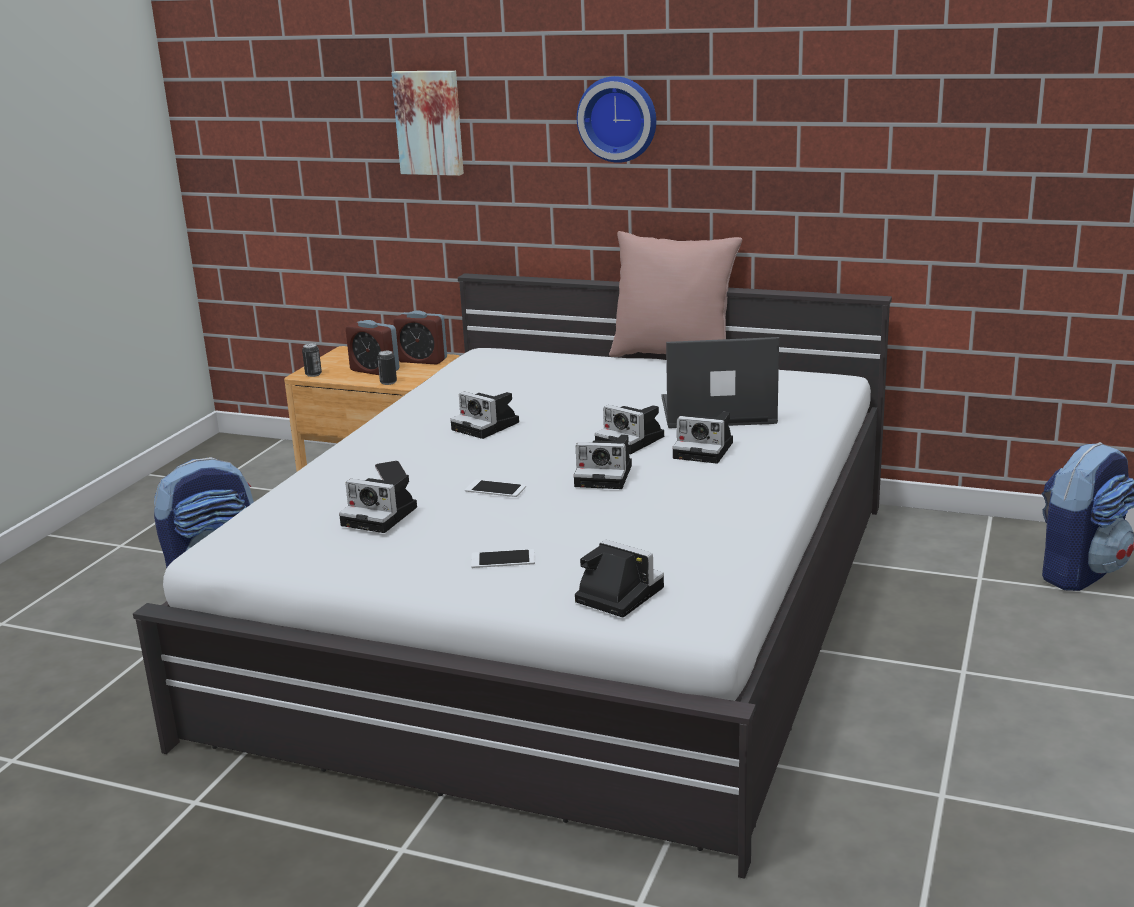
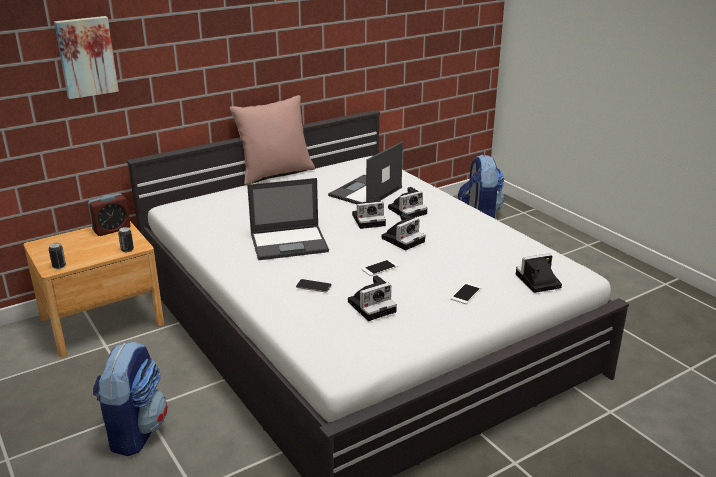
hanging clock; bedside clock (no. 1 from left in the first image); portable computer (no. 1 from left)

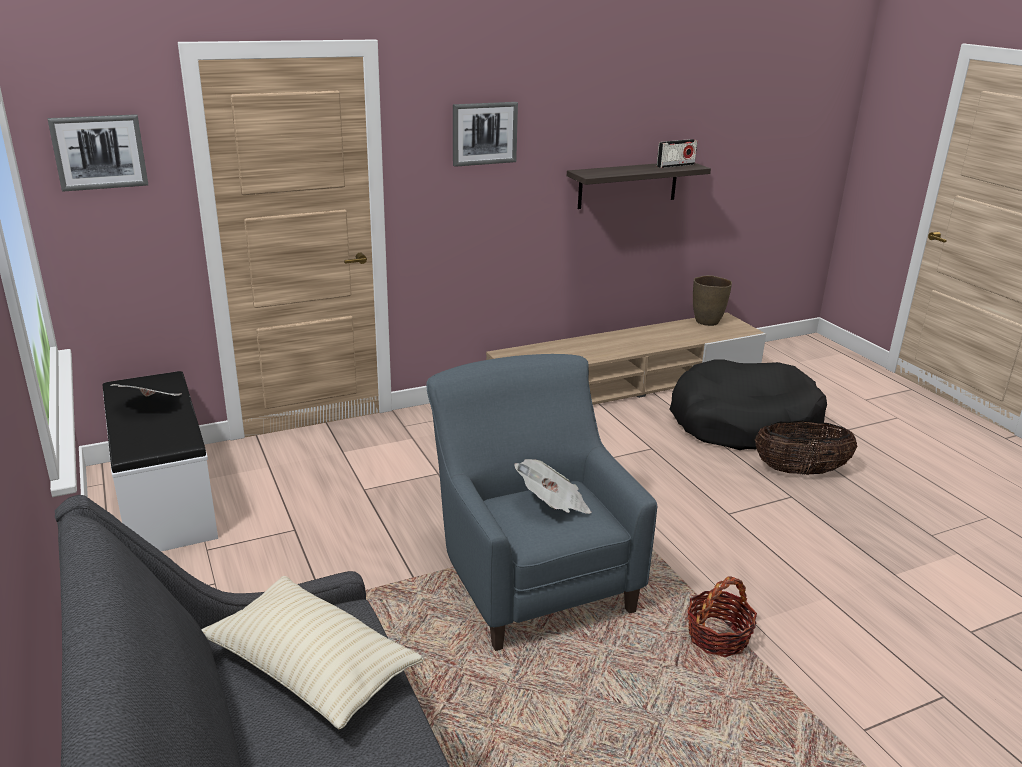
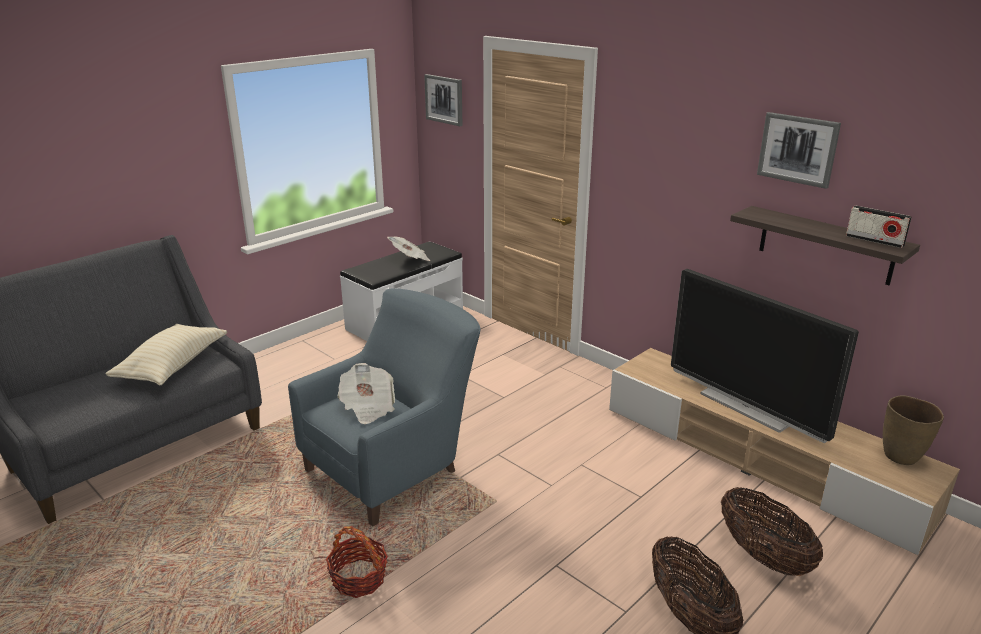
picture (no. 2 from left); household basket (no. 3 from left); television

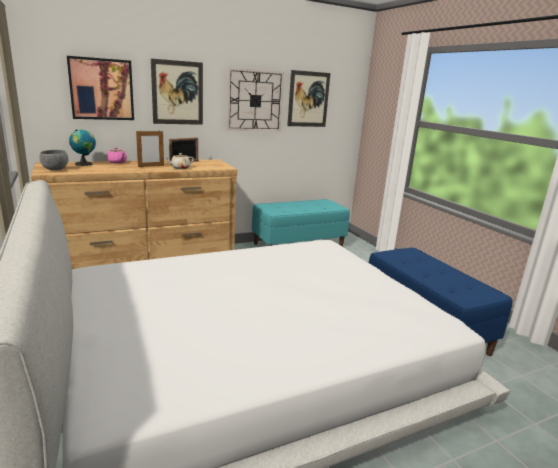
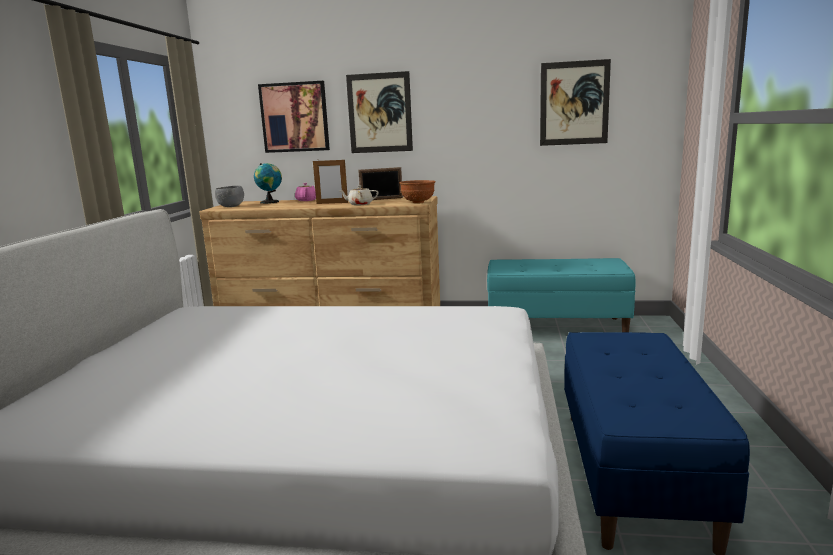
hanging clock; serving bowl in brownish

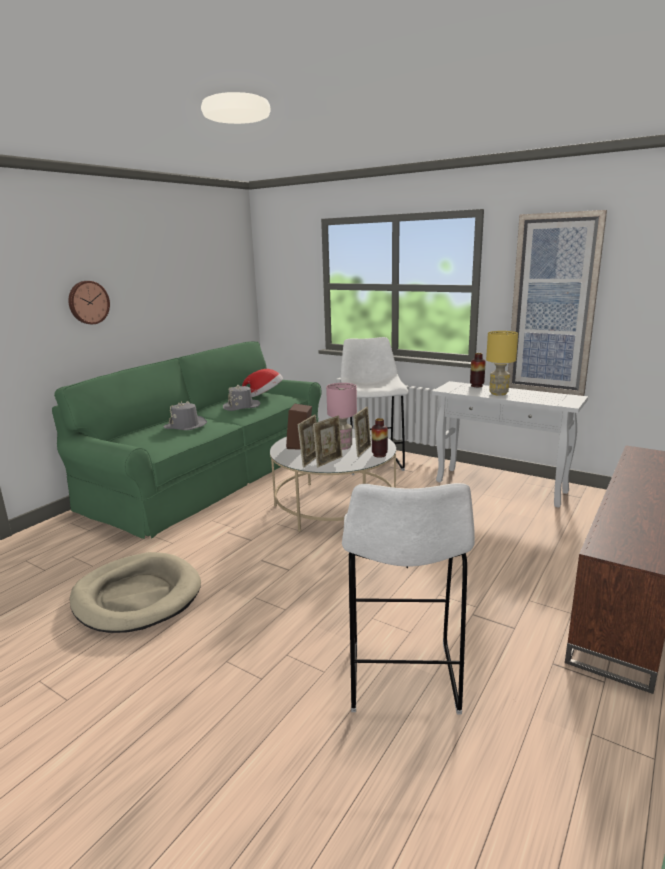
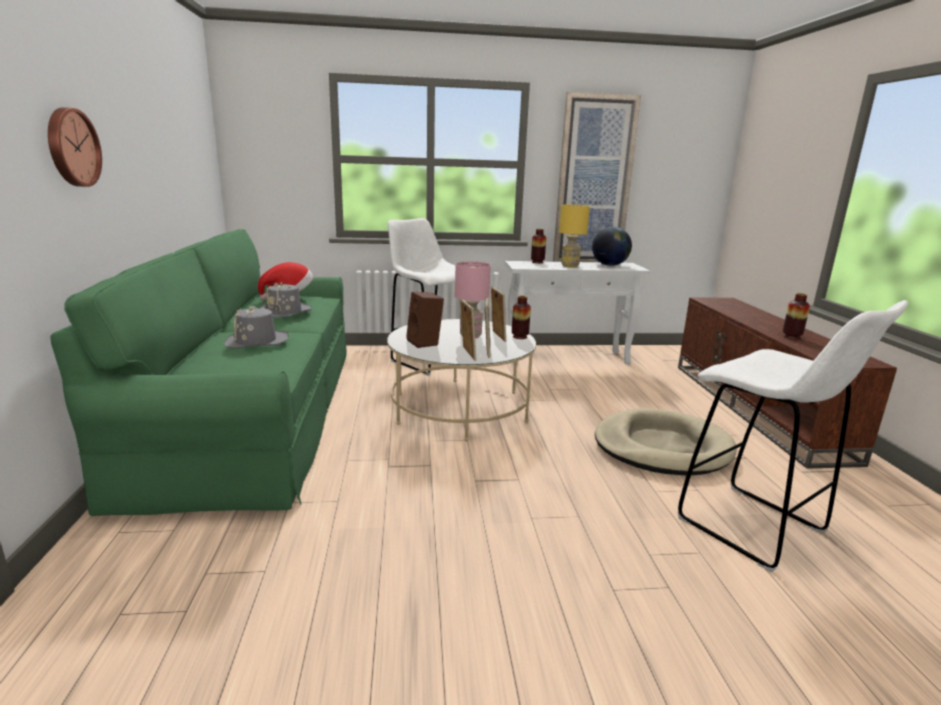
dog cushion in sand-coloured; globe; vase (no. 3 from left)

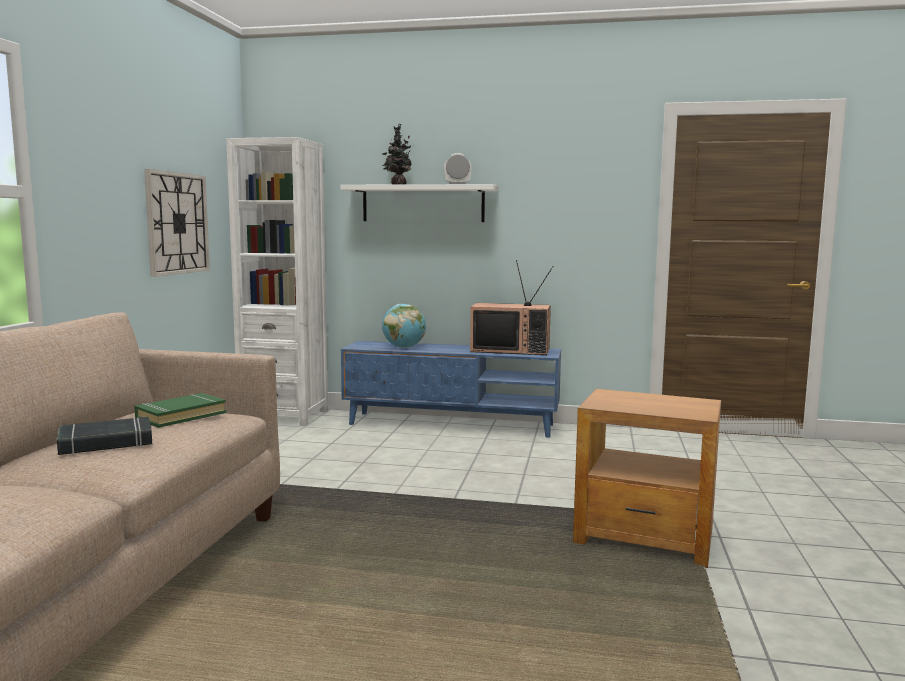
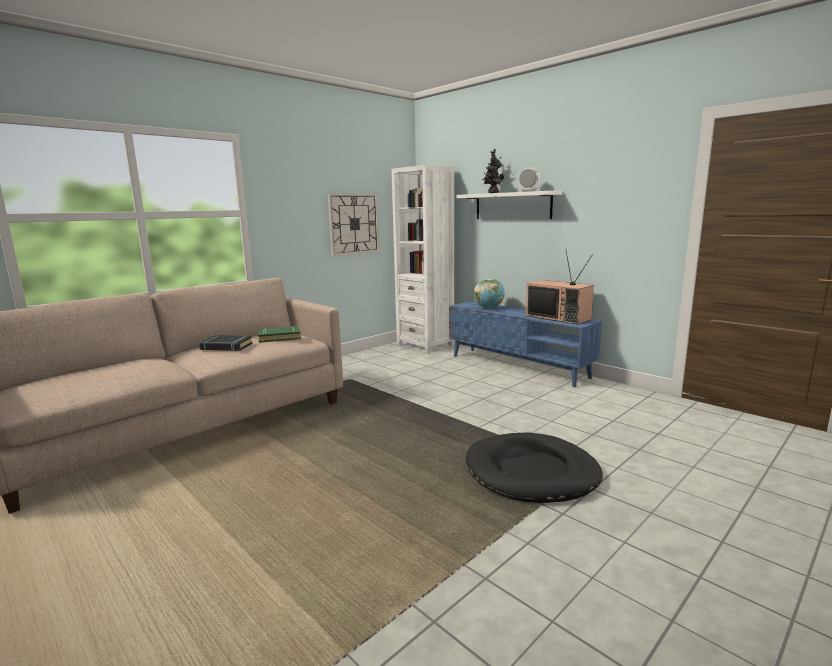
dog cushion in blackish

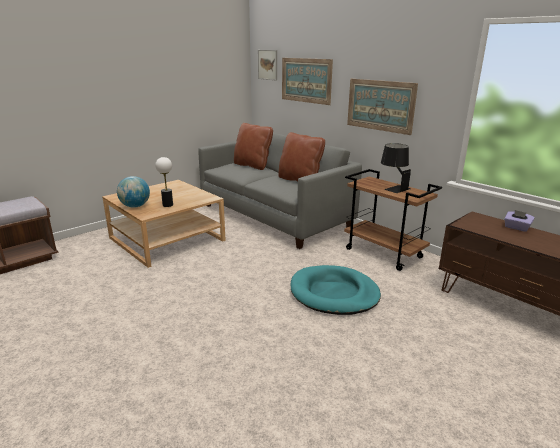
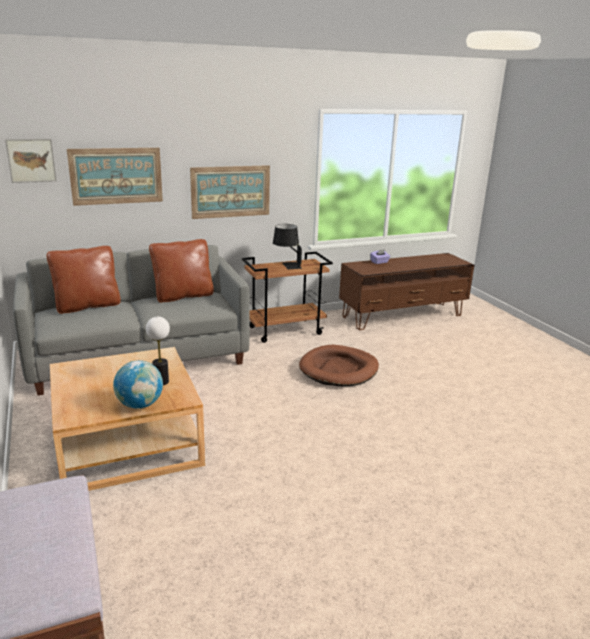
dog cushion in brownish

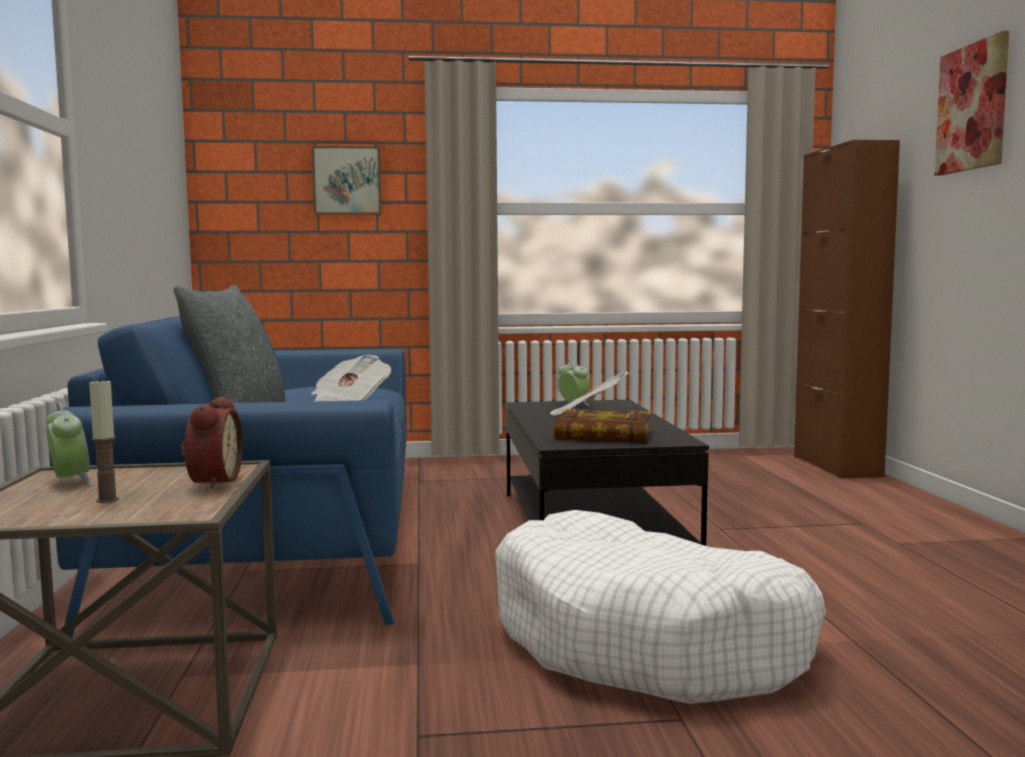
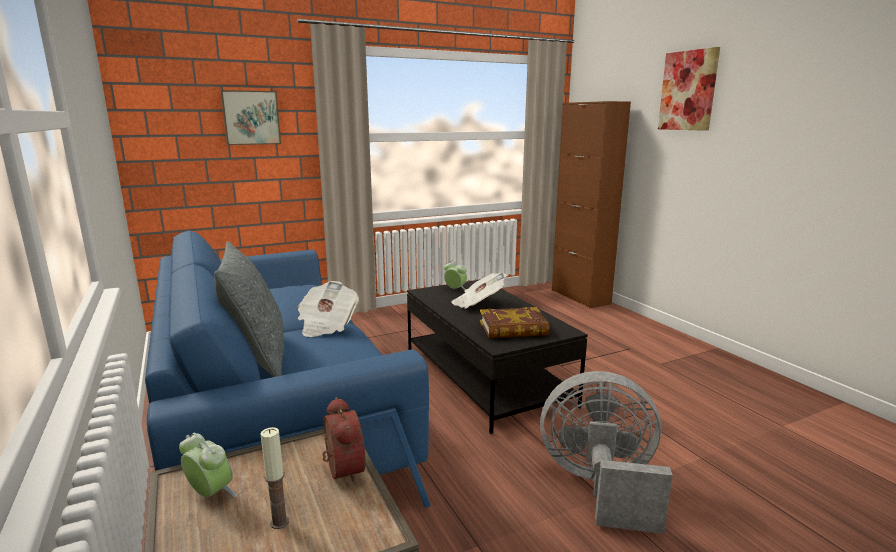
cooling fan in gray

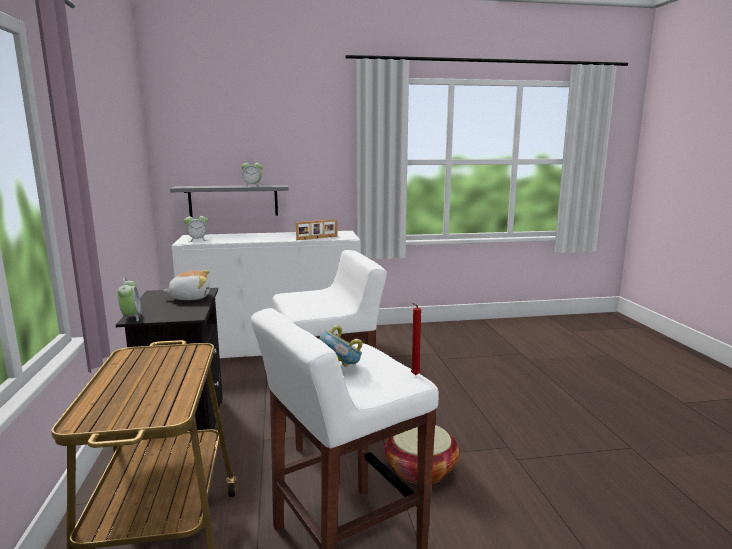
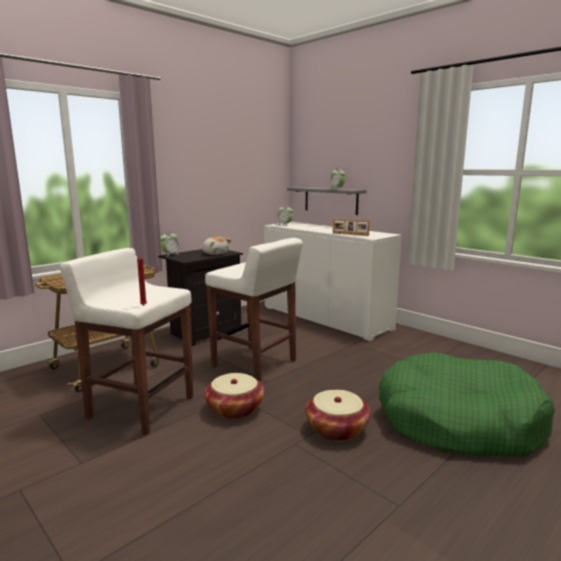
serving bowl; dog cushion in greenish; household basket (no. 2 from left)

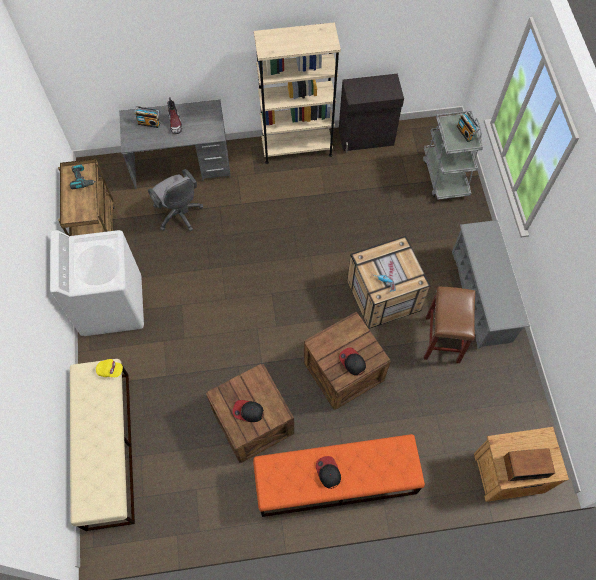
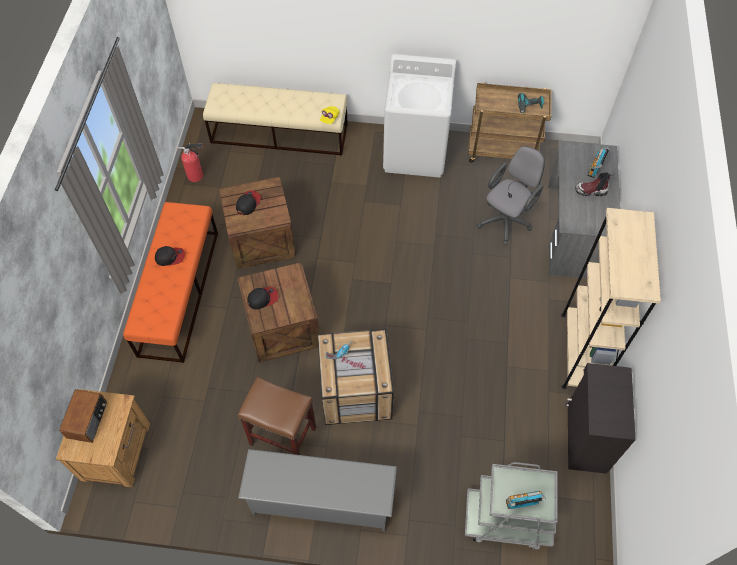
office chair in gray; fire-fighting cylinder

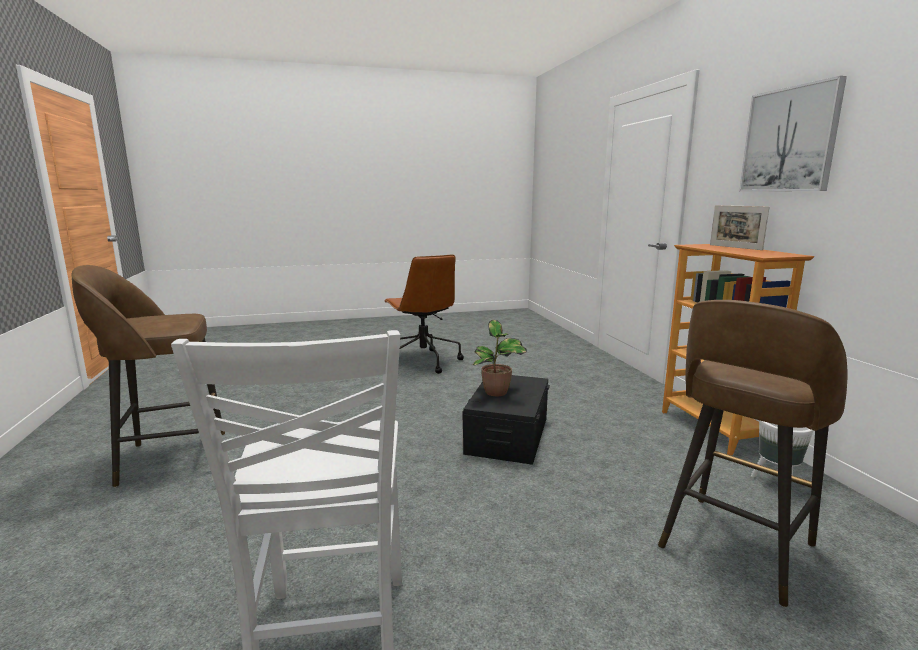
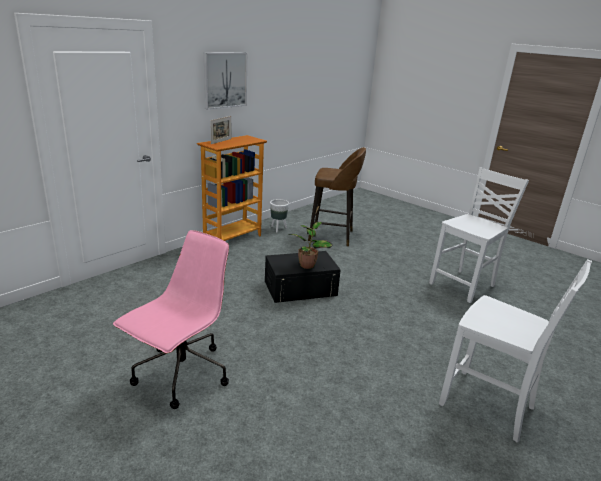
office chair in pink; upright chair in white (no. 2 from left)

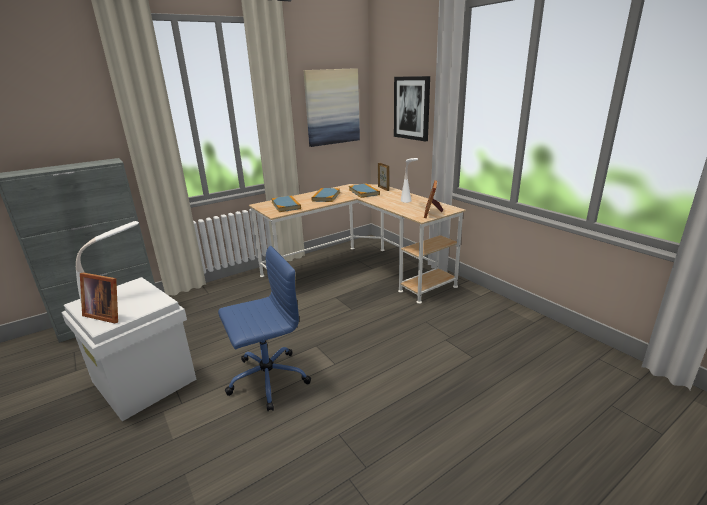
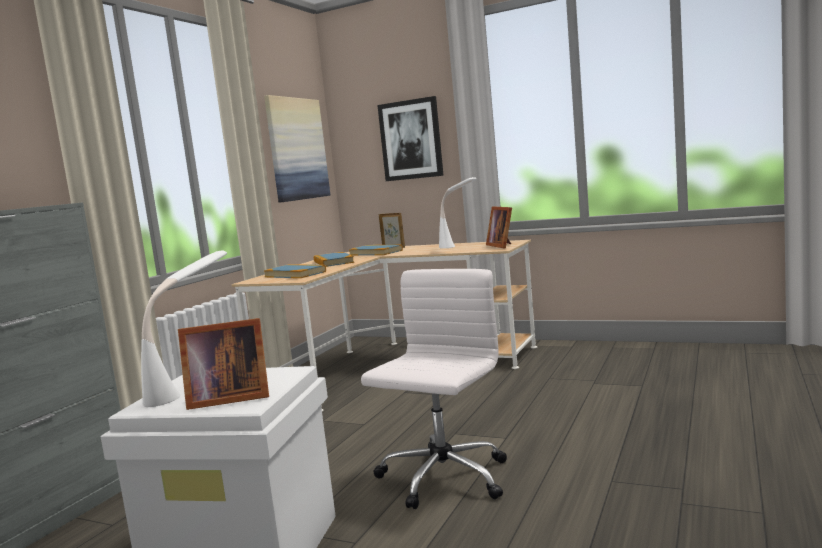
office chair in white

